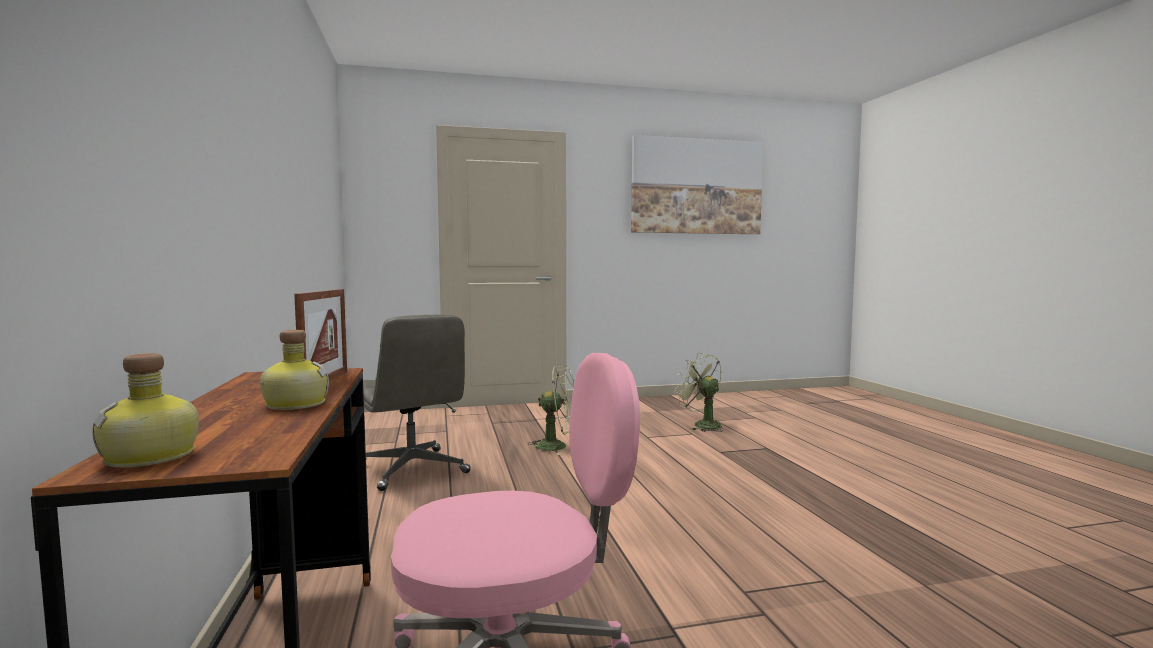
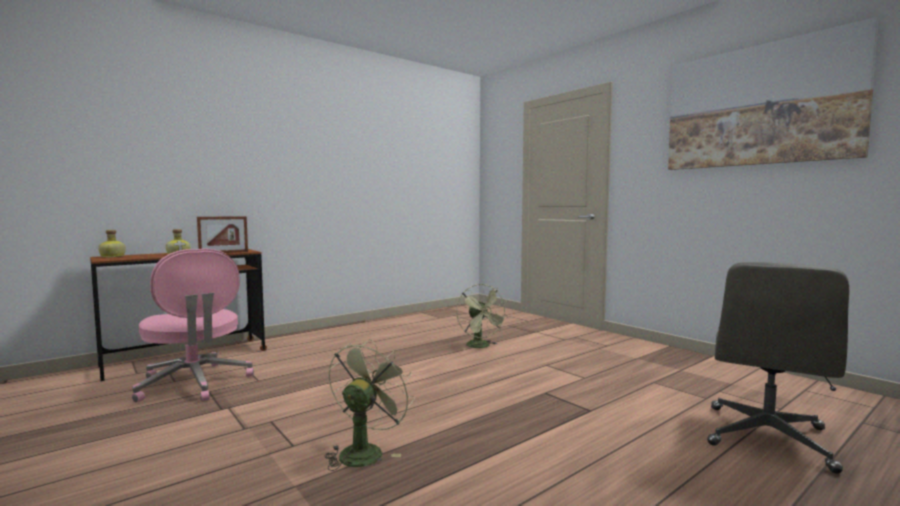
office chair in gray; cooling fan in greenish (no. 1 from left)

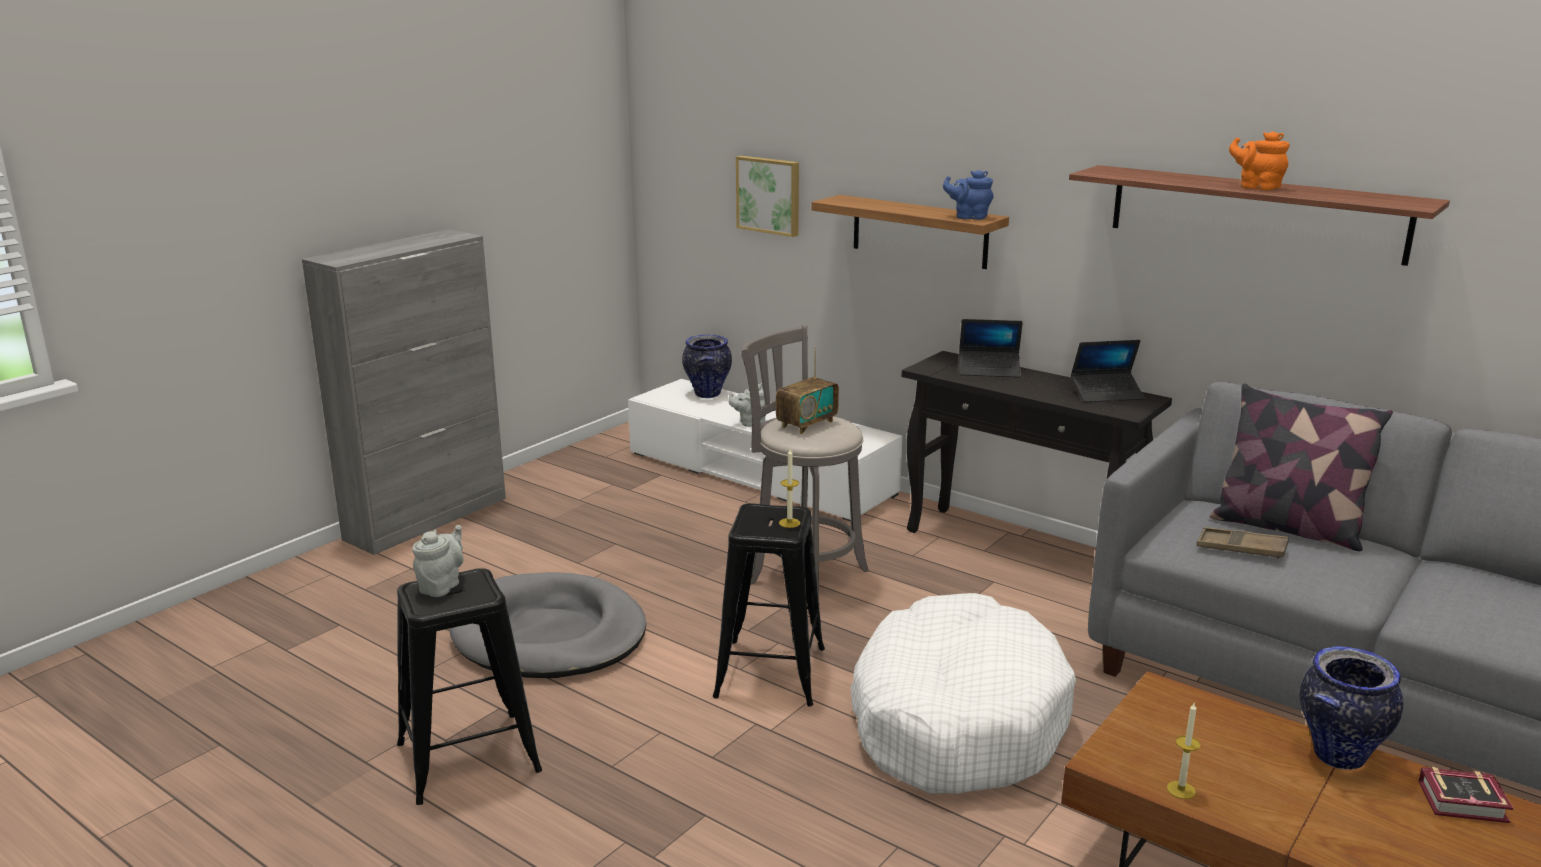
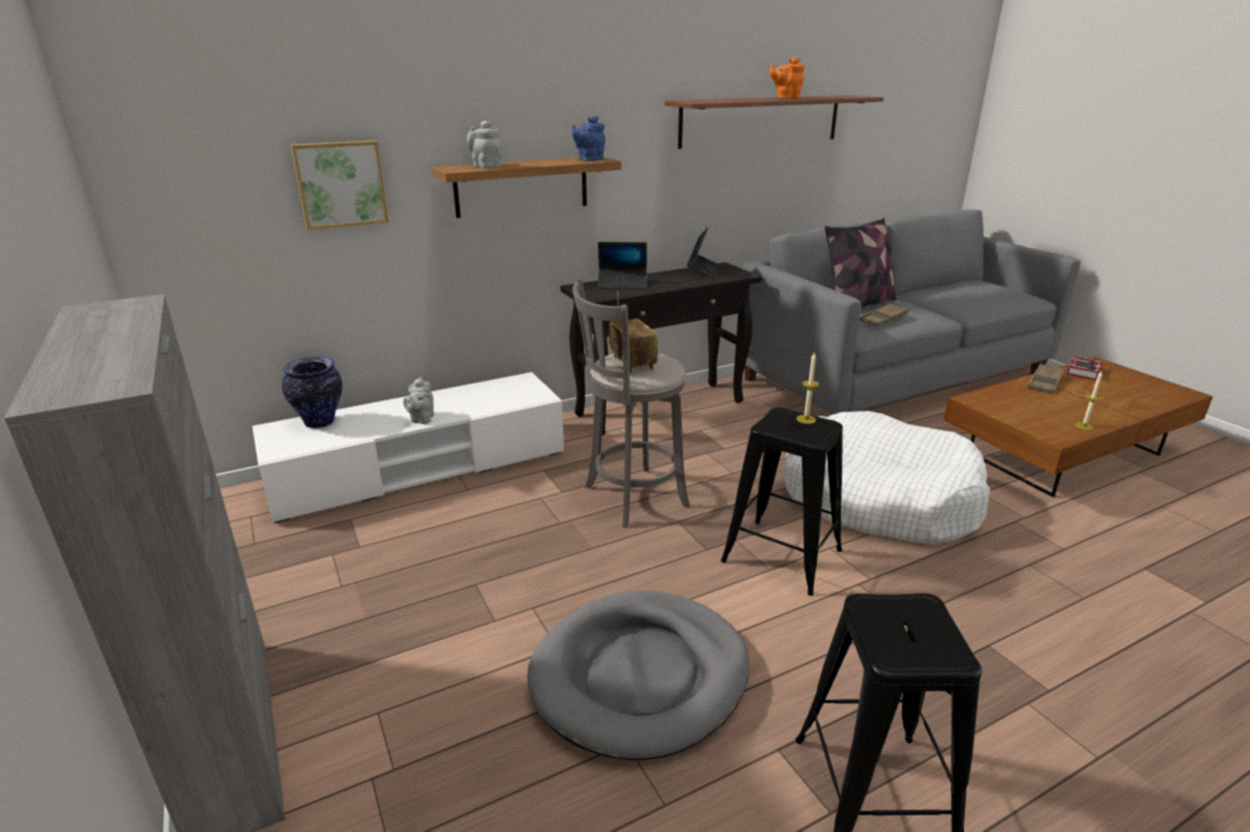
portable computer (no. 1 from left); tea pot in gray (no. 2 from left); carrying tray in brownish (no. 2 from left)

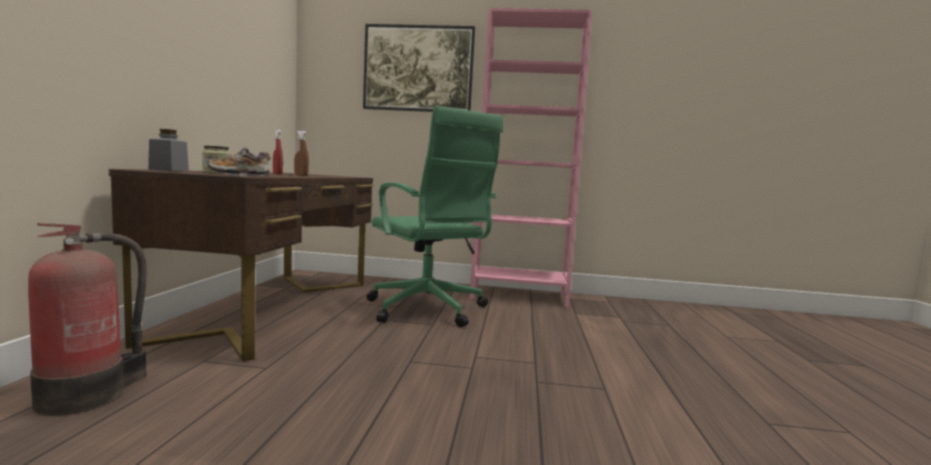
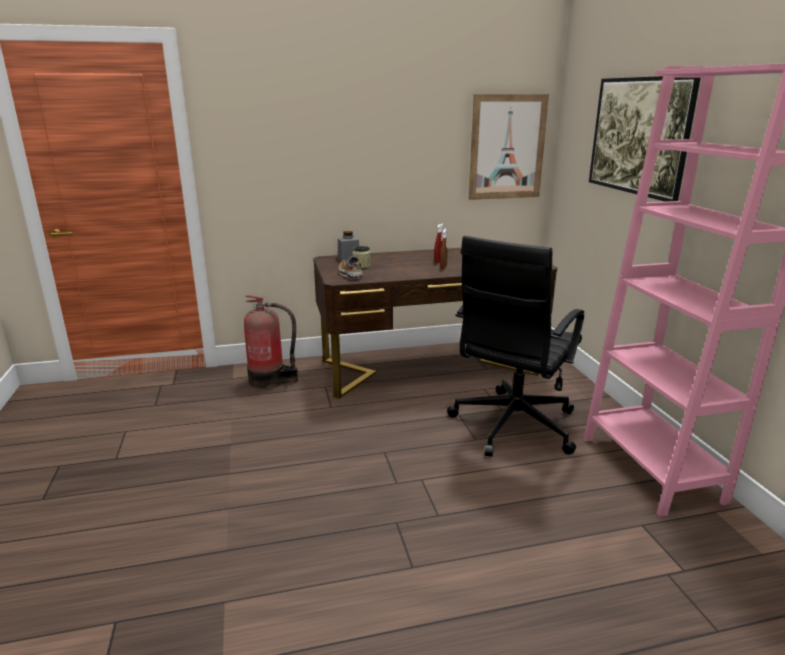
office chair in blackish; picture (no. 1 from left)

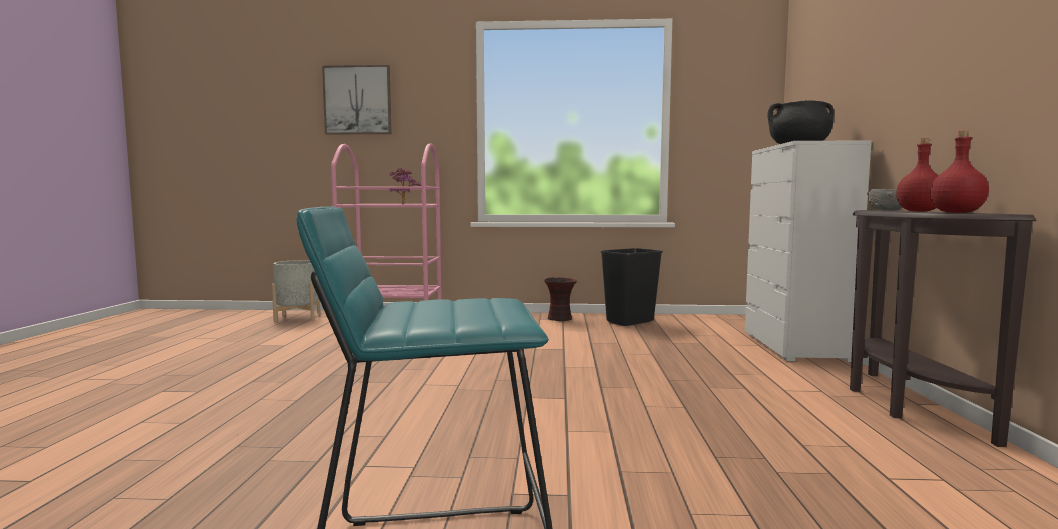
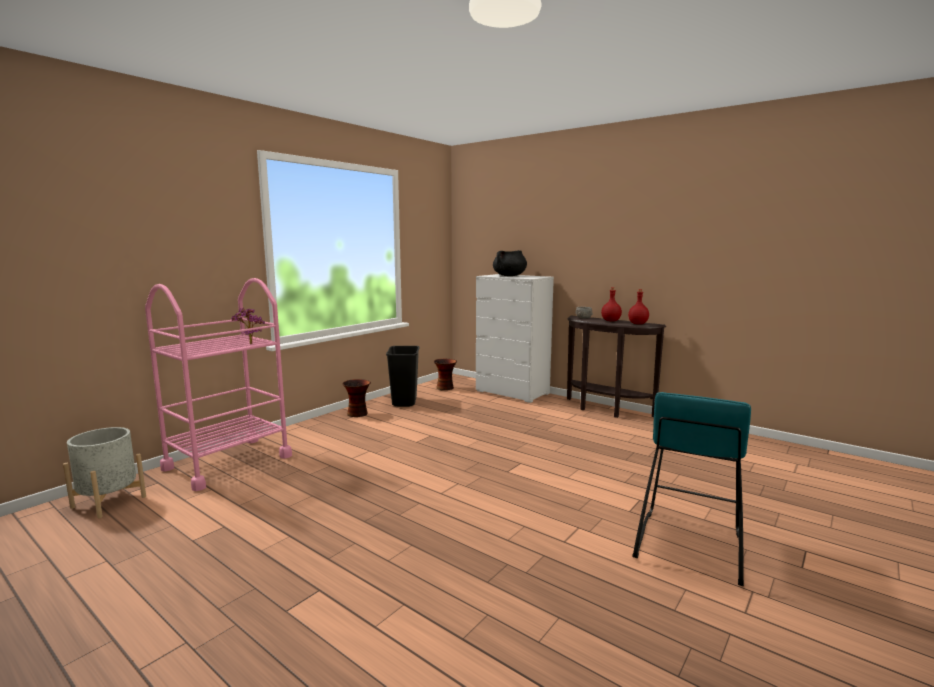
picture; vase (no. 2 from left)

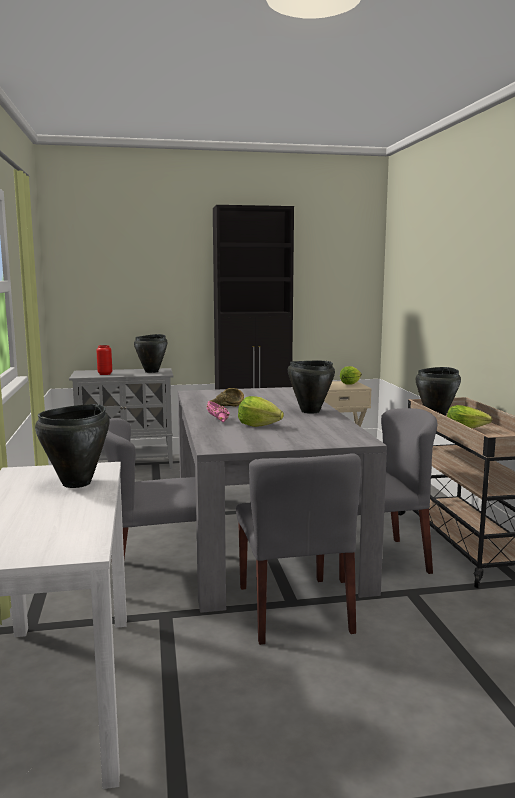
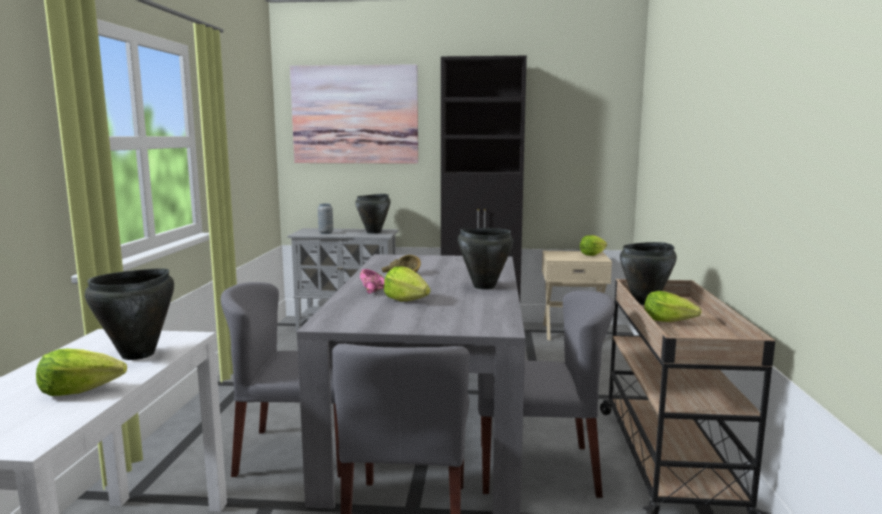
vase in gray; picture; lettuce (no. 1 from left)

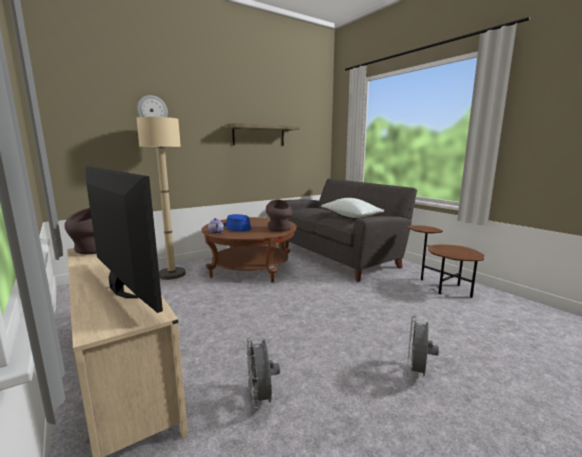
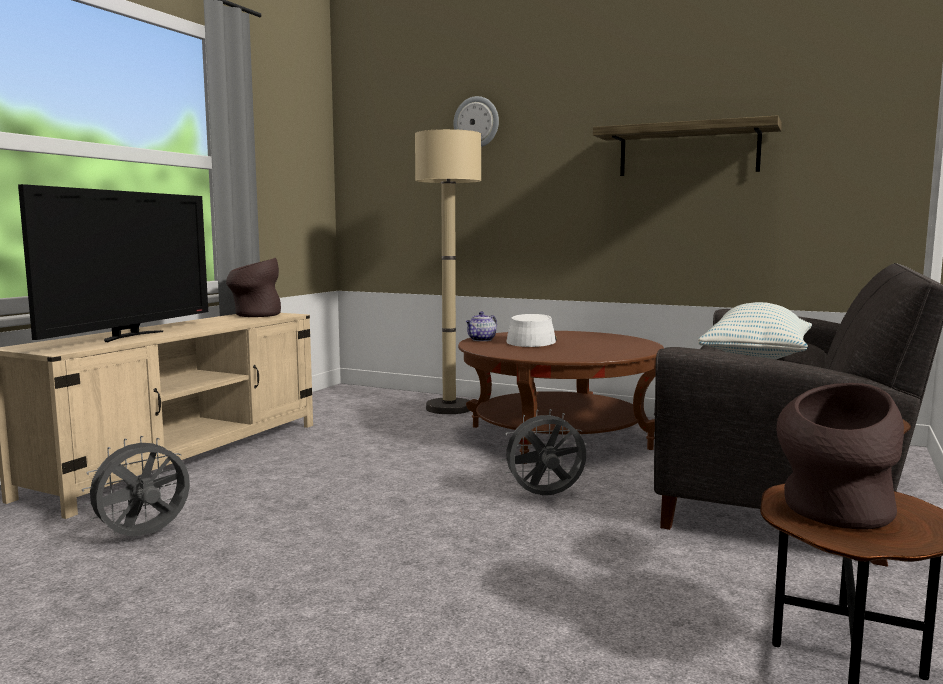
vase in brownish (no. 2 from left); wearable hat in white; cooling fan in gray (no. 2 from left)

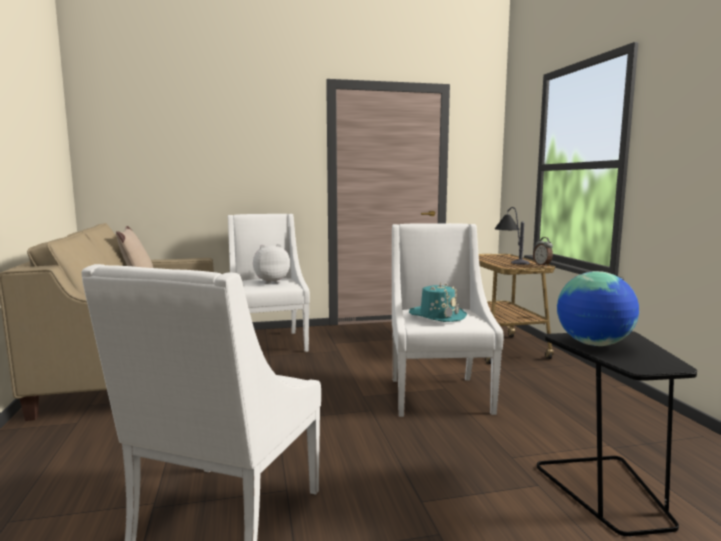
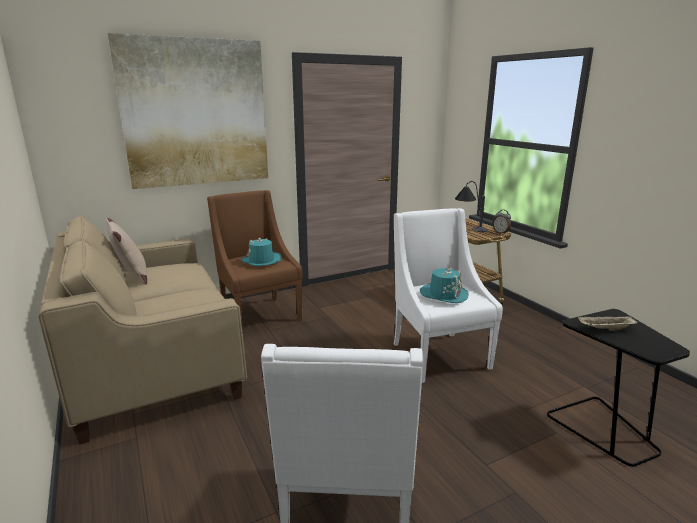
lounge chair in brownish; wearable hat in turquoise (no. 1 from left); carrying tray in sand-coloured; picture

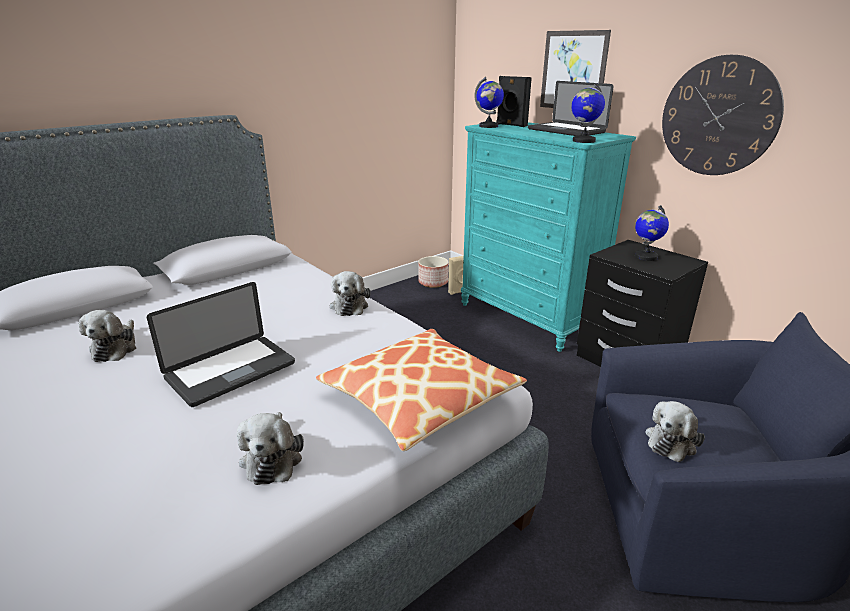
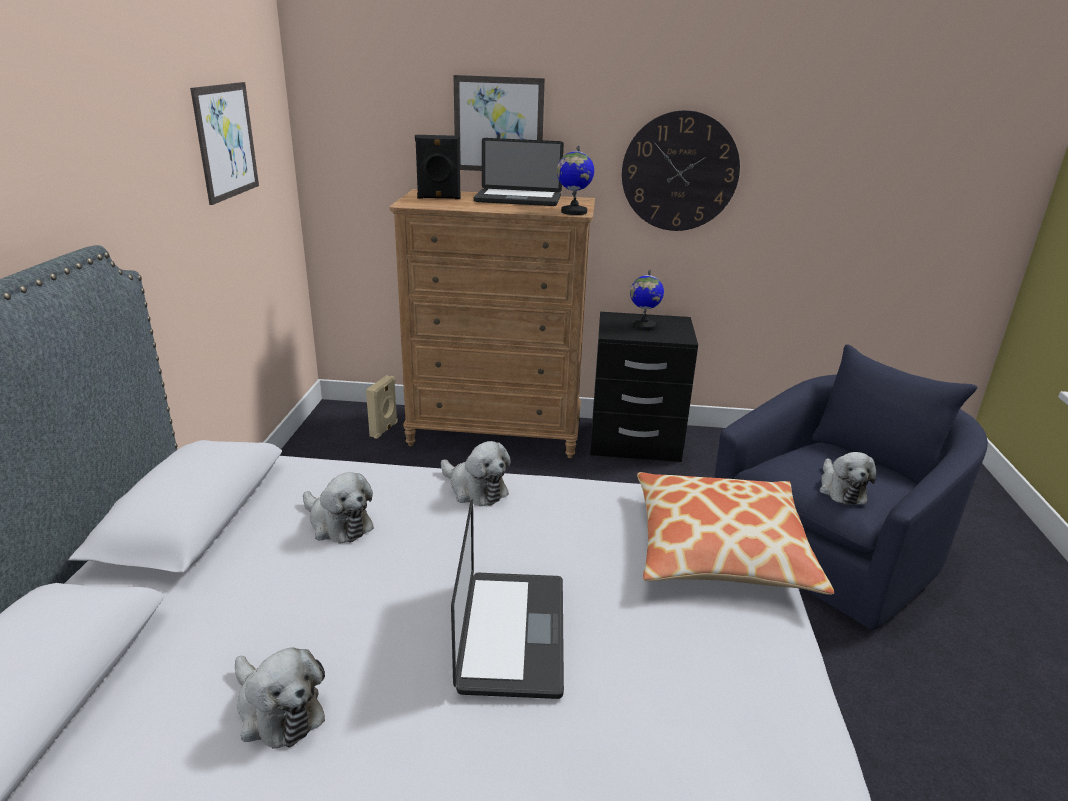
globe (no. 1 from left in the first image); dresser in brownish; planter; cuddly toy (no. 2 from left); picture (no. 1 from left)

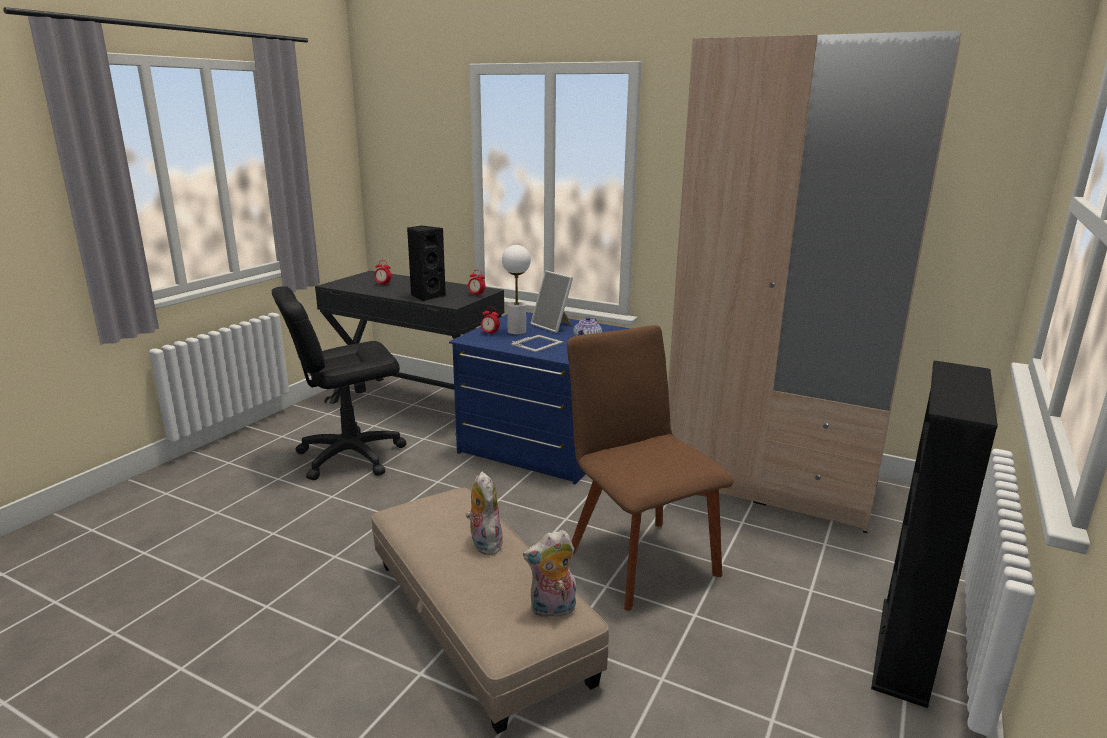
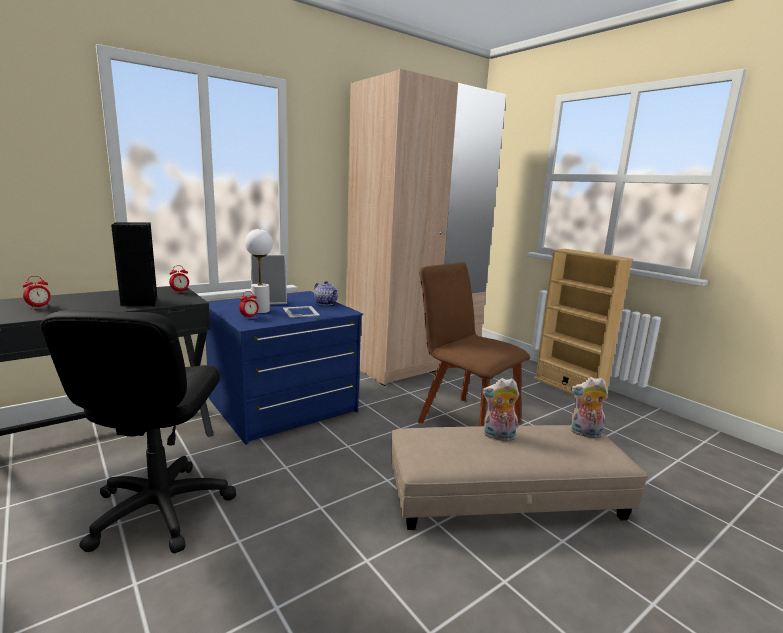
upright chair in brownish; shelving unit in sand-coloured; cuddly toy (no. 2 from left)

